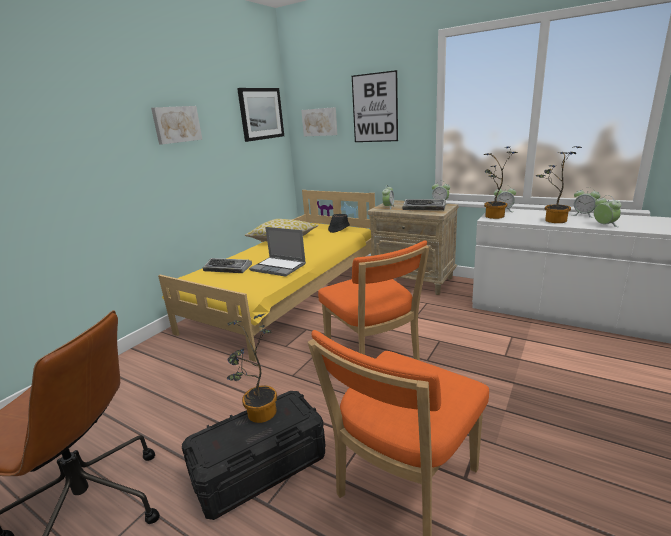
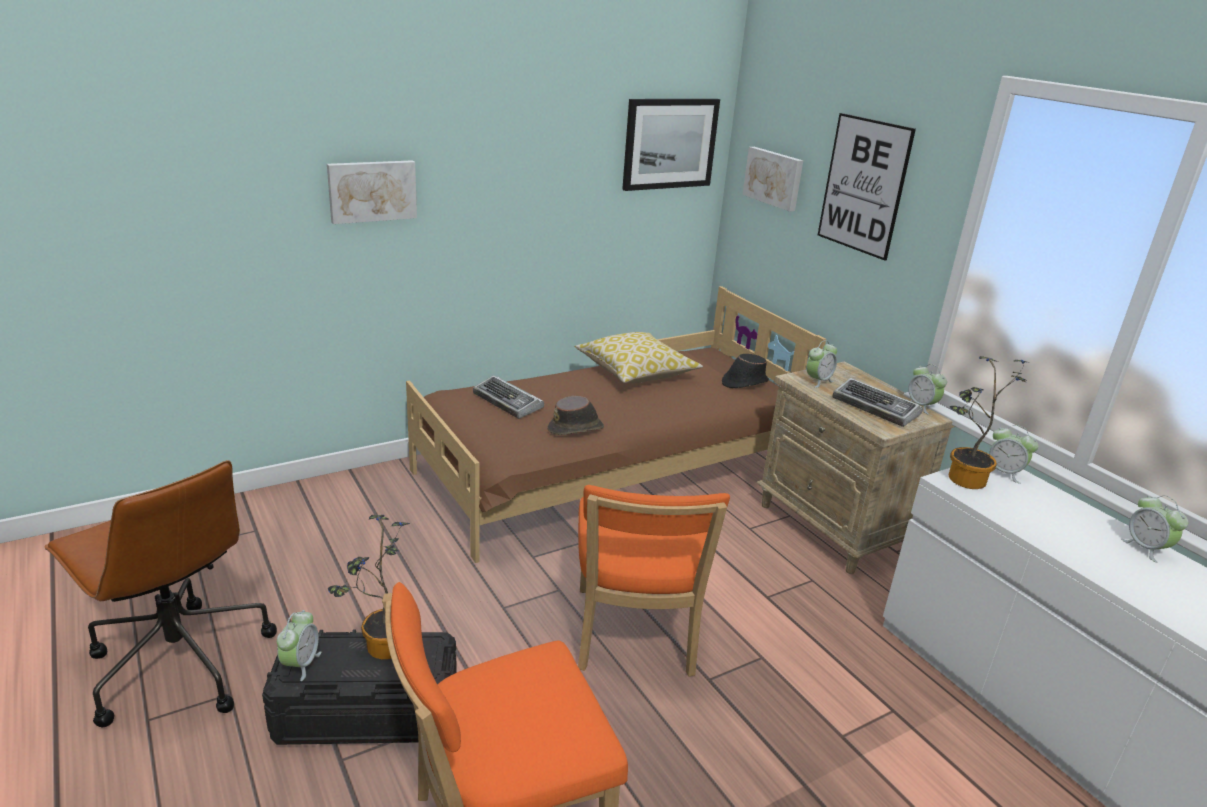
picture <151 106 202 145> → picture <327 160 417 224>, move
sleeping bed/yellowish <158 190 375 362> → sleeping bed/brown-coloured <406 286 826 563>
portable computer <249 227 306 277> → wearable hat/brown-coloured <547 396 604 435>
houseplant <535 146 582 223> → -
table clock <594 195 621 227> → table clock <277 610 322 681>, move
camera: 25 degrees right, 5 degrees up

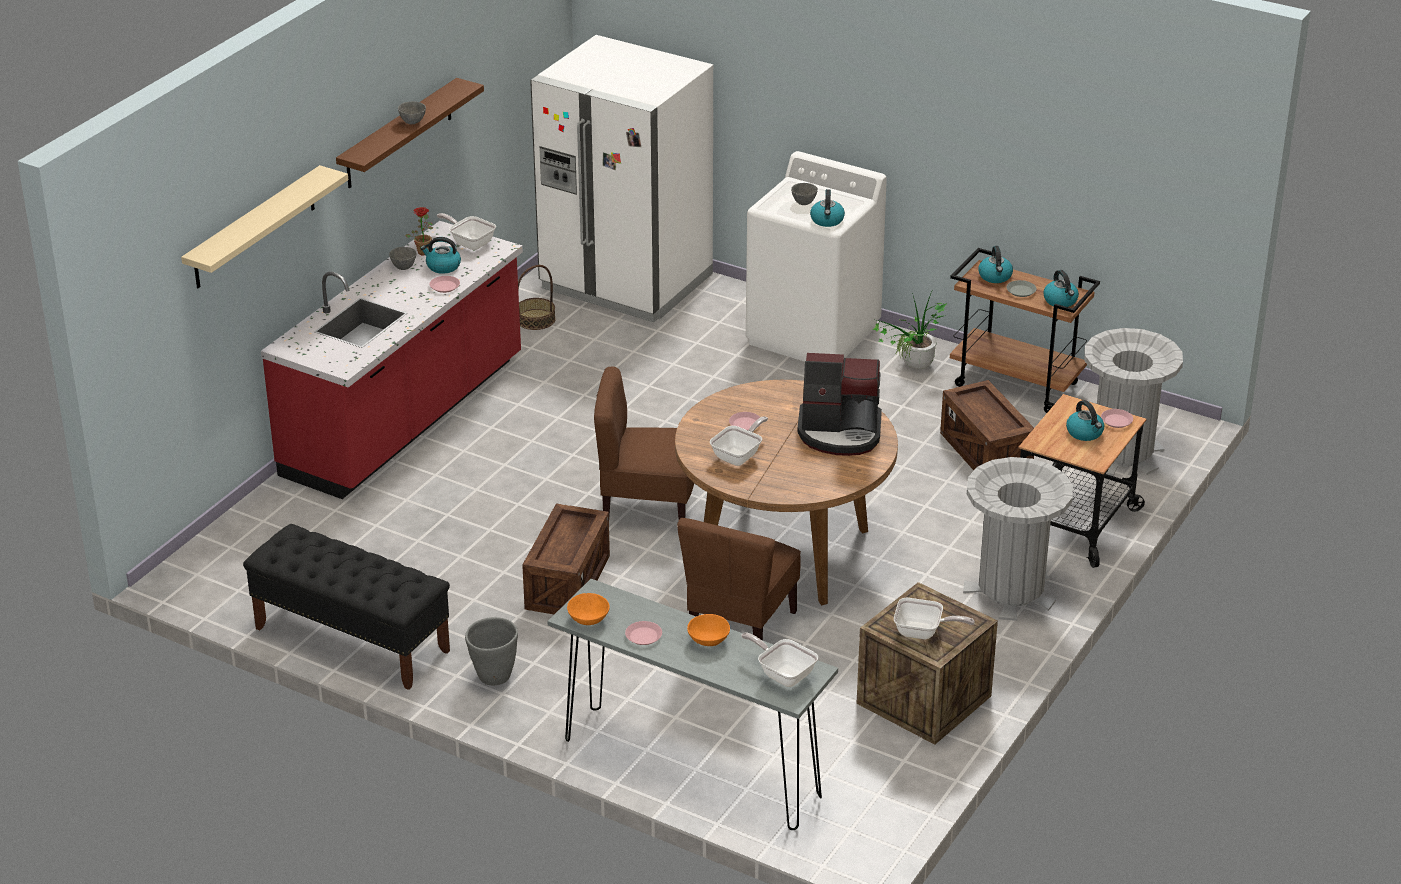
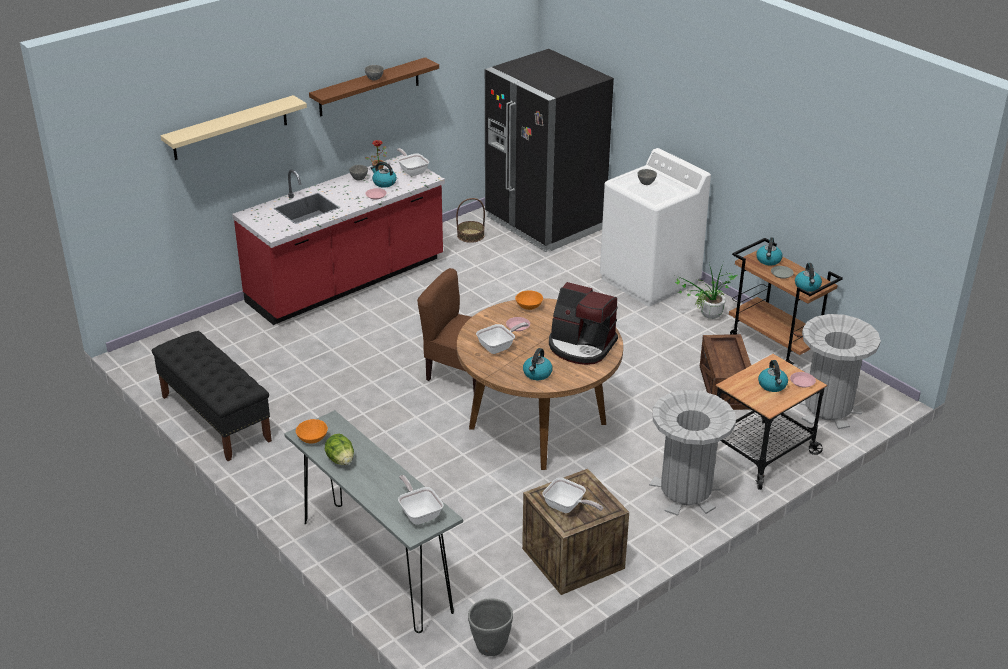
planter/greyish <465 617 518 686> → planter/greyish <468 598 513 656>, move
packing crate <522 503 610 614> → -
fridge/whitish <530 35 713 322> → fridge/black <485 49 614 252>
flat dish/pink-coloured <625 621 662 645> → lettuce <325 434 354 465>
plain chair/brown-coloured <677 518 801 640> → -
deep dish/orange <687 614 730 646> → deep dish/orange <515 291 543 310>, move
kettle <810 189 845 227> → kettle <523 348 553 380>, move
camera: 20 degrees right, 0 degrees up

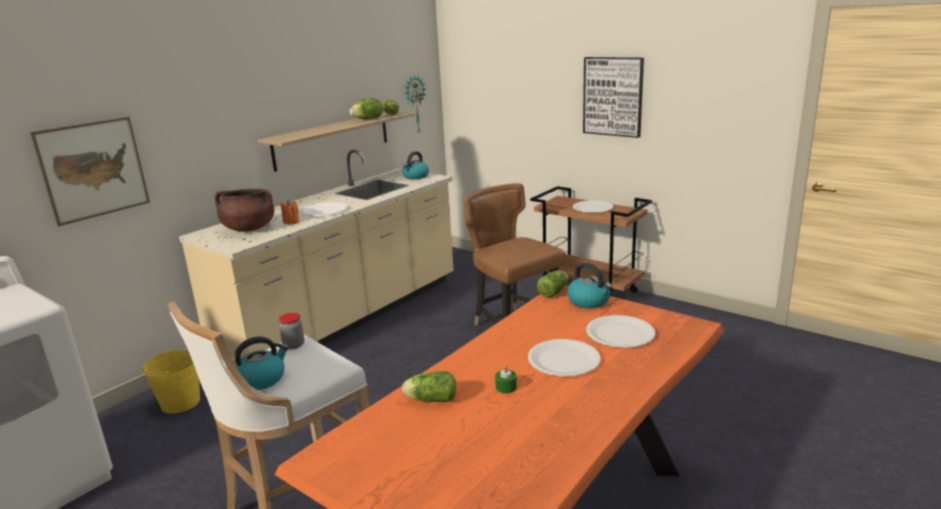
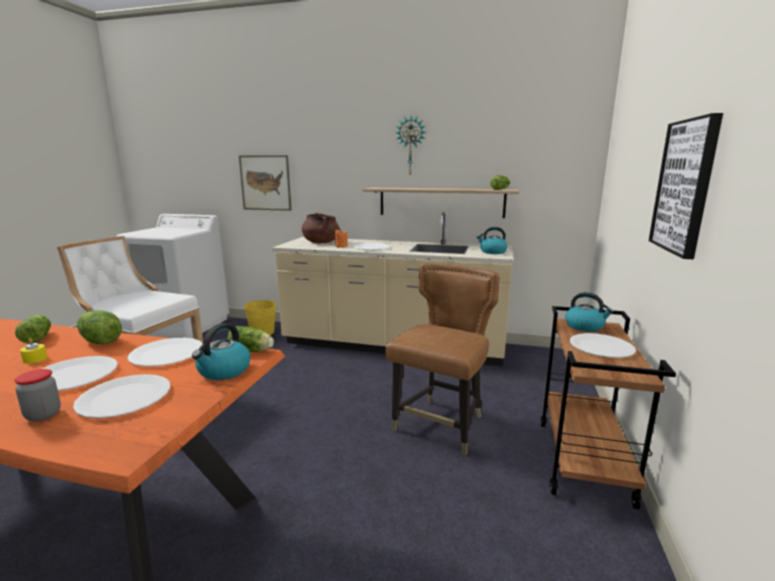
kettle <235 336 289 390> → kettle <565 292 614 332>, move
jar <279 313 304 349> → jar <15 369 61 421>, move
lettuce <349 98 383 119> → lettuce <77 310 122 344>, move
wall clock <404 74 426 133> → wall clock <396 116 426 175>, move
wax candle/greenish <495 365 517 394> → wax candle/yellowish <20 338 47 364>
- → flat dish/whitish <127 338 202 367>
camera: 65 degrees right, 5 degrees down

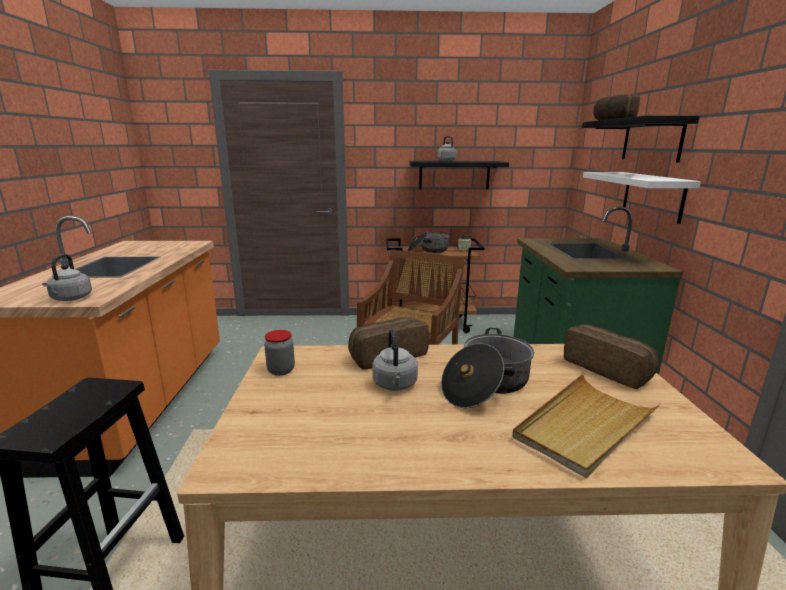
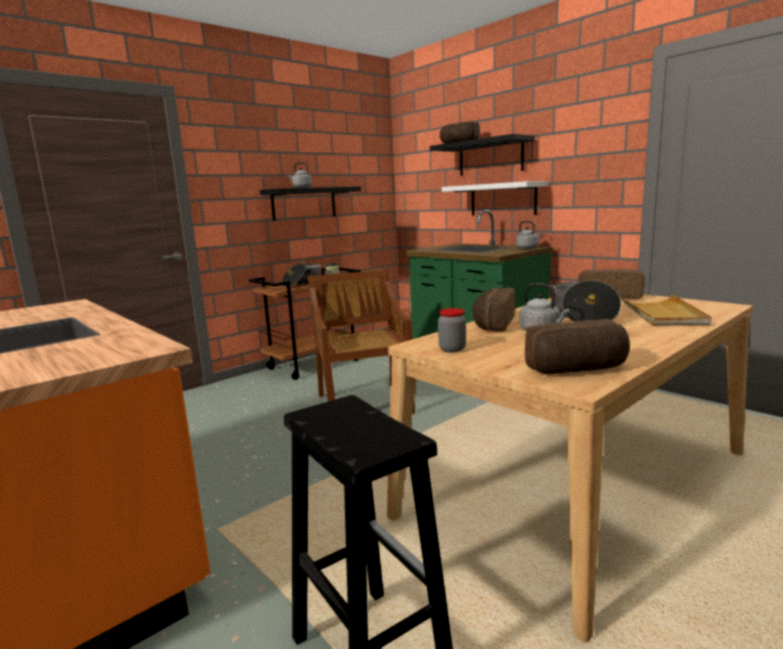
kettle/greyish <42 254 92 301> → kettle/greyish <516 221 542 249>, move
- → bakery bread <525 319 630 374>
camera: 40 degrees left, 5 degrees down

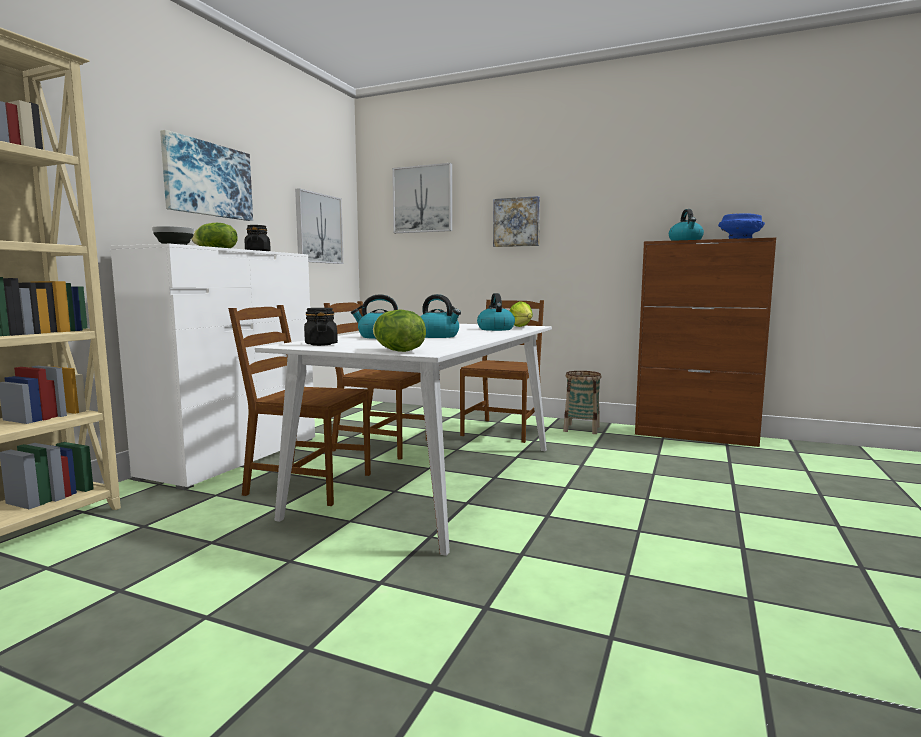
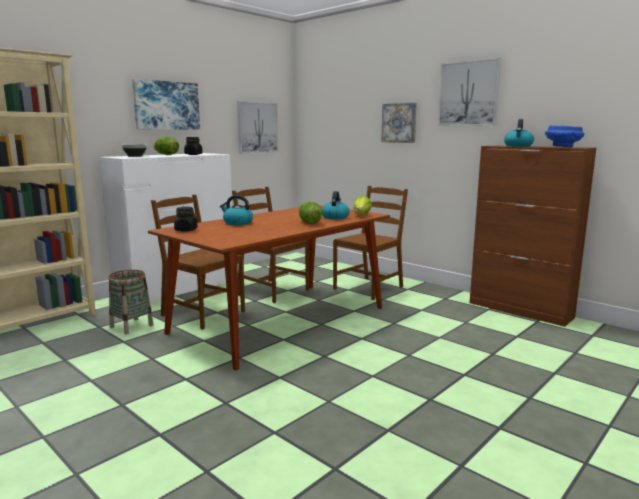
kitchen table/whitish <255 324 552 556> → kitchen table/brown-coloured <148 205 390 371>
lettuce <373 309 426 352> → lettuce <299 202 322 224>, move
picture <392 163 452 233> → picture <438 58 501 126>, move
kettle <420 294 461 338> → -
basket <563 371 602 434> → basket <109 270 153 334>, move
camera: 20 degrees right, 5 degrees up

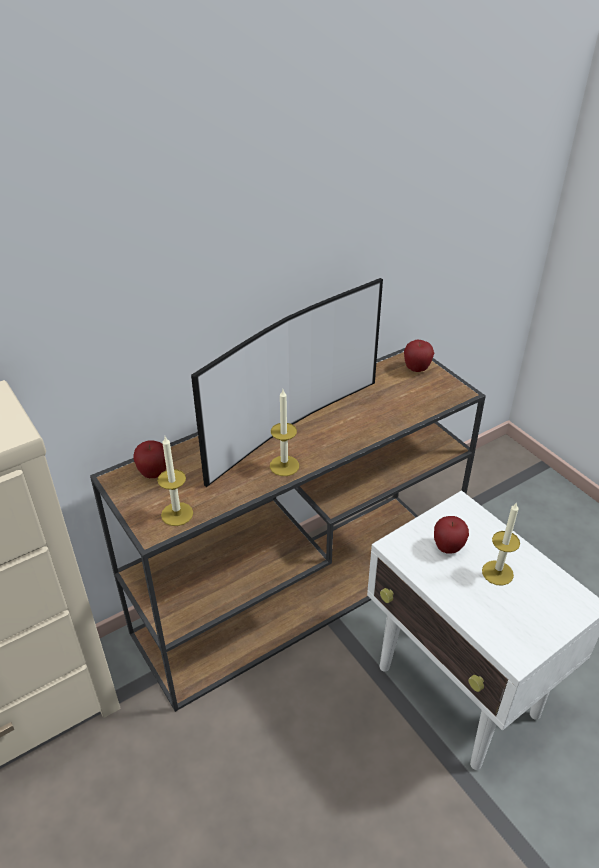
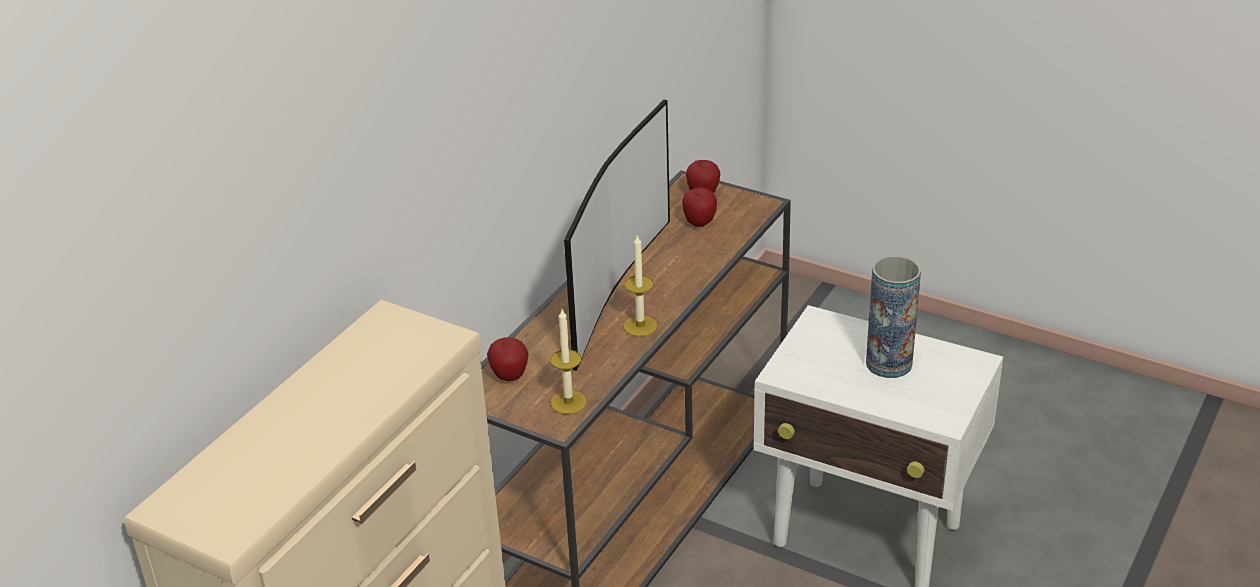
whole apple <434 516 469 553> → whole apple <682 188 717 227>, move
wax candle <482 502 520 586> → vase <866 256 921 378>
camera: 25 degrees left, 5 degrees down

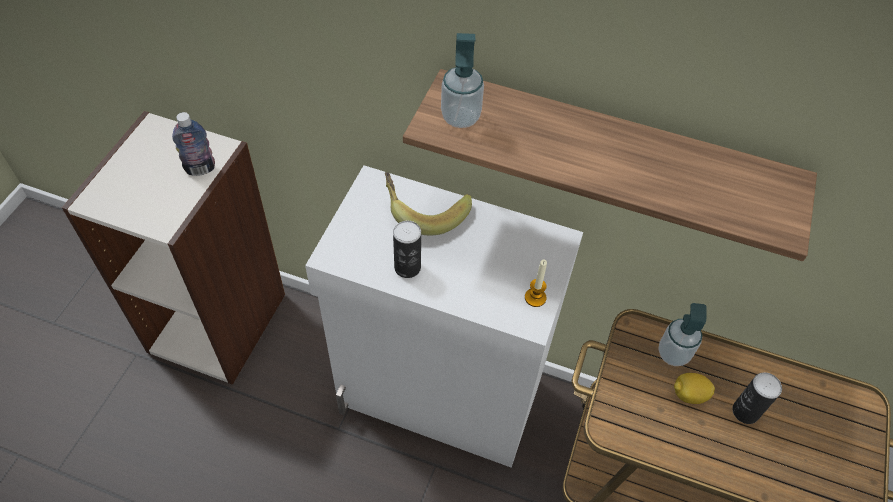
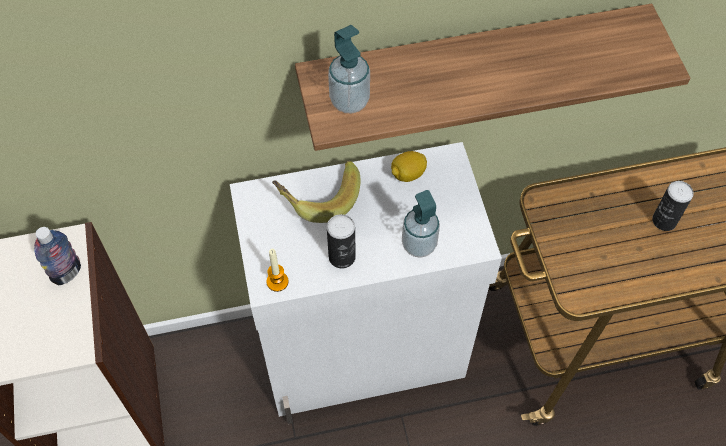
wax candle <525 260 547 307> → wax candle <266 249 289 292>, move
soap bottle <659 303 707 366> → soap bottle <402 190 440 258>, move
lemon <674 373 715 404> → lemon <391 151 427 182>, move
camera: 30 degrees left, 5 degrees up

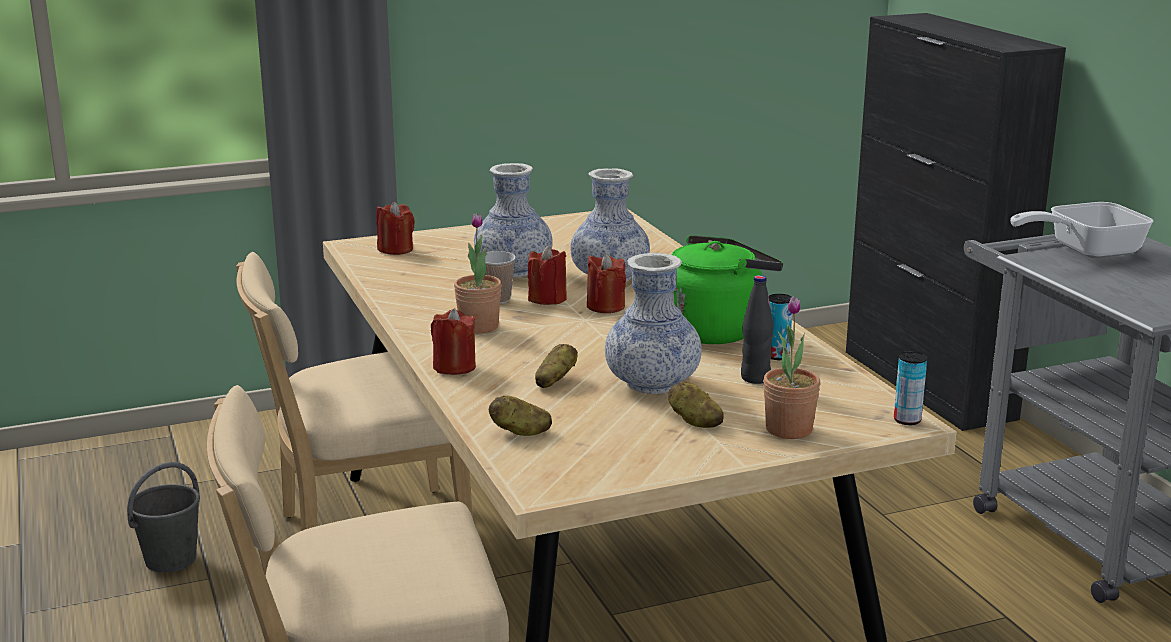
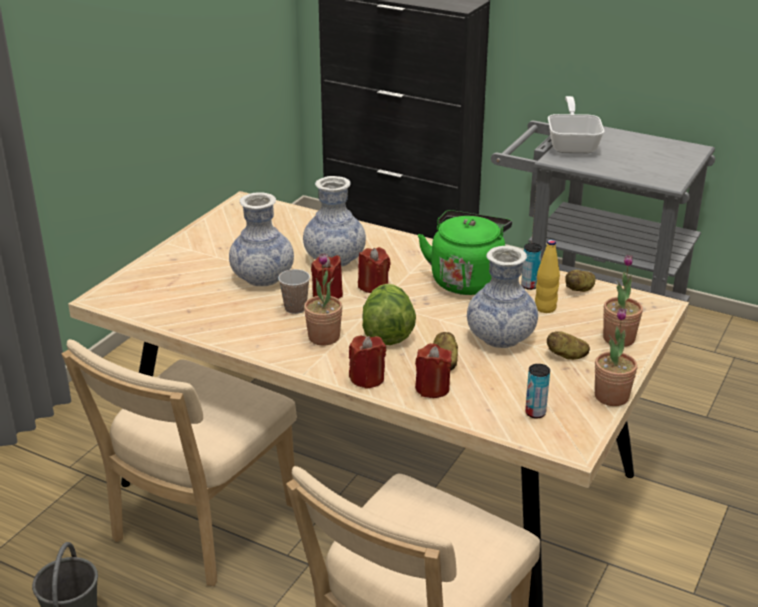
wax candle/red <376 202 415 255> → wax candle/red <415 343 452 398>, move
whole potato <489 396 552 436> → whole potato <565 270 596 292>, move
drink bottle/black <741 275 774 384> → drink bottle/yellowish <535 239 560 313>
sealed can <894 351 927 425> → sealed can <525 364 550 418>, move
frying pan <1010 202 1154 258> → frying pan <548 96 604 153>, 150 degrees clockwise
- → lettuce <362 284 416 345>
- → houseplant <595 308 637 406>
camera: 40 degrees left, 10 degrees up

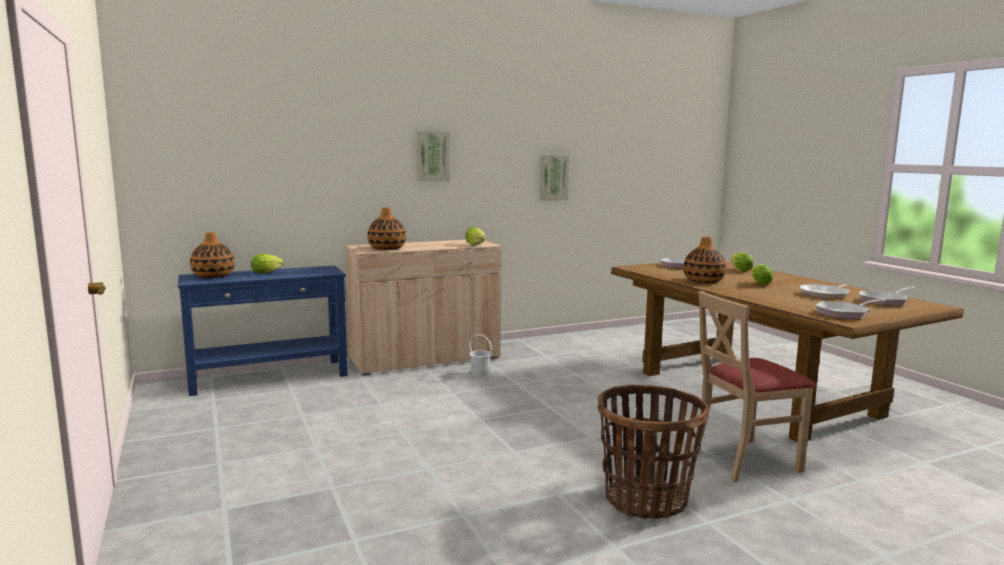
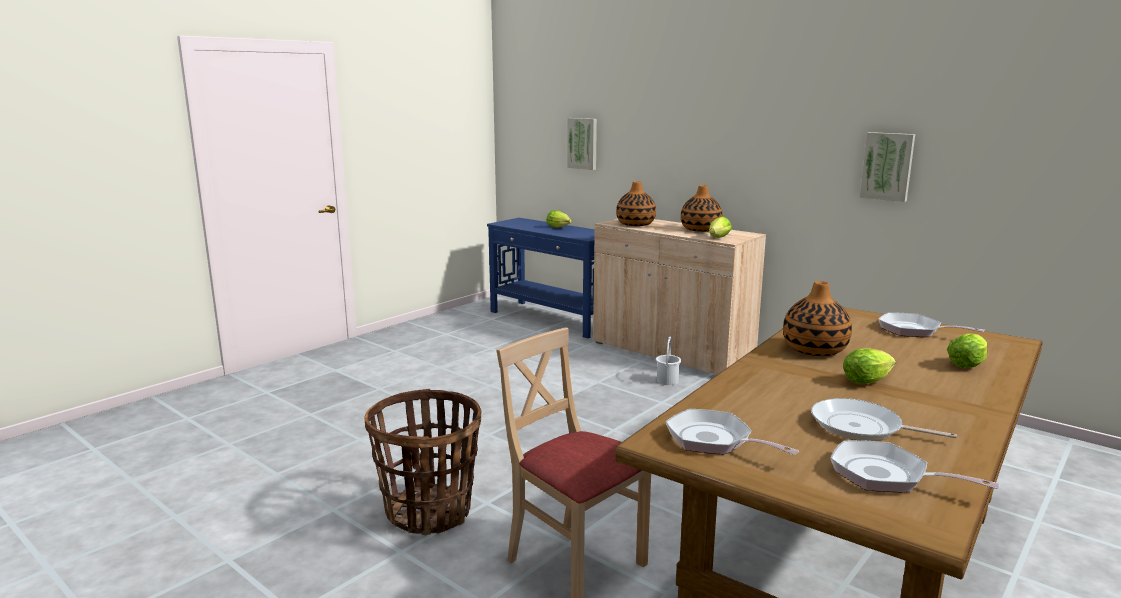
vase <190 232 235 278> → vase <681 185 723 232>, move
picture <417 131 450 182> → picture <567 118 597 170>, move
camera: 65 degrees right, 5 degrees up

